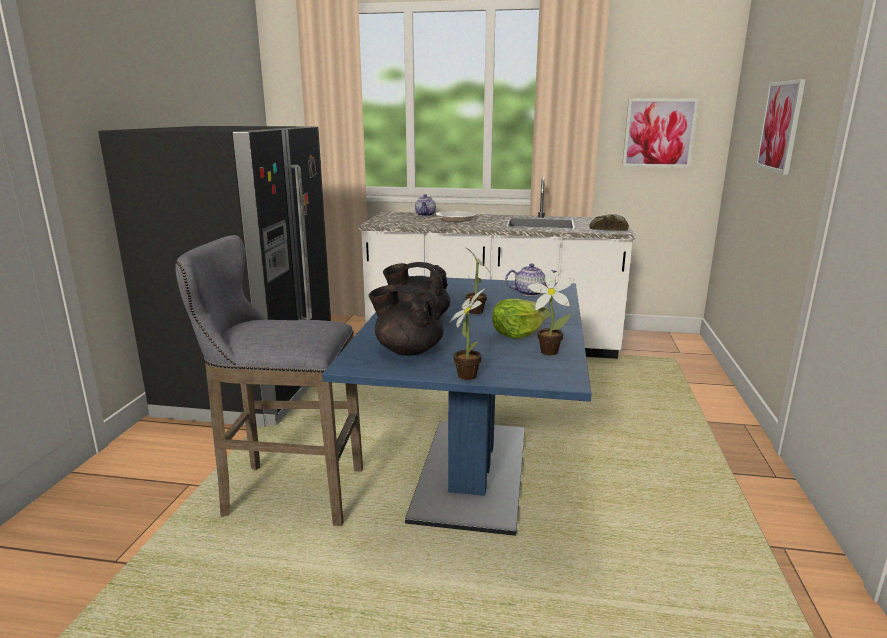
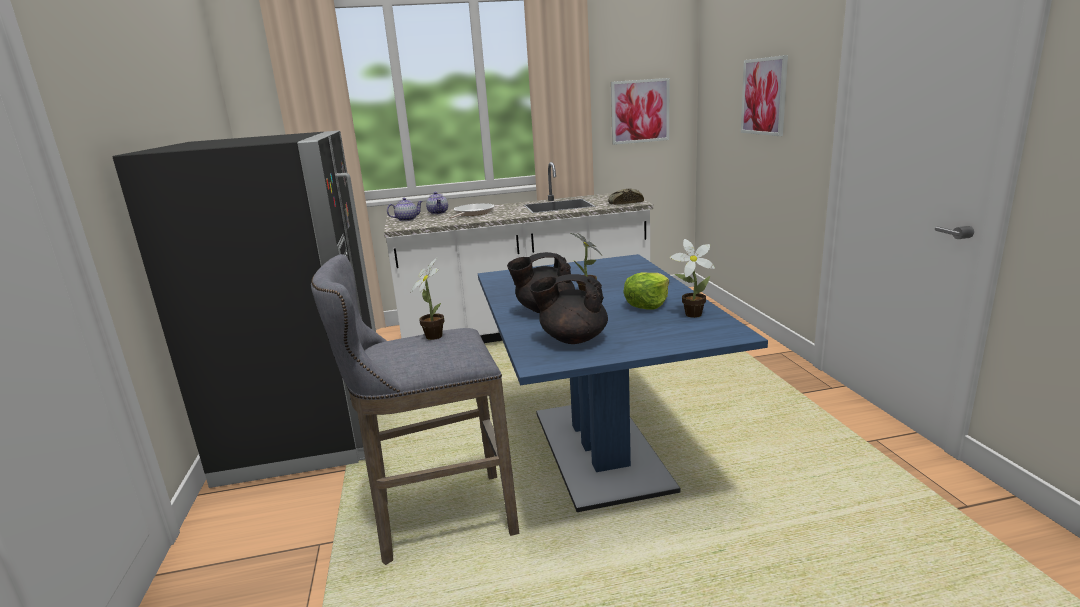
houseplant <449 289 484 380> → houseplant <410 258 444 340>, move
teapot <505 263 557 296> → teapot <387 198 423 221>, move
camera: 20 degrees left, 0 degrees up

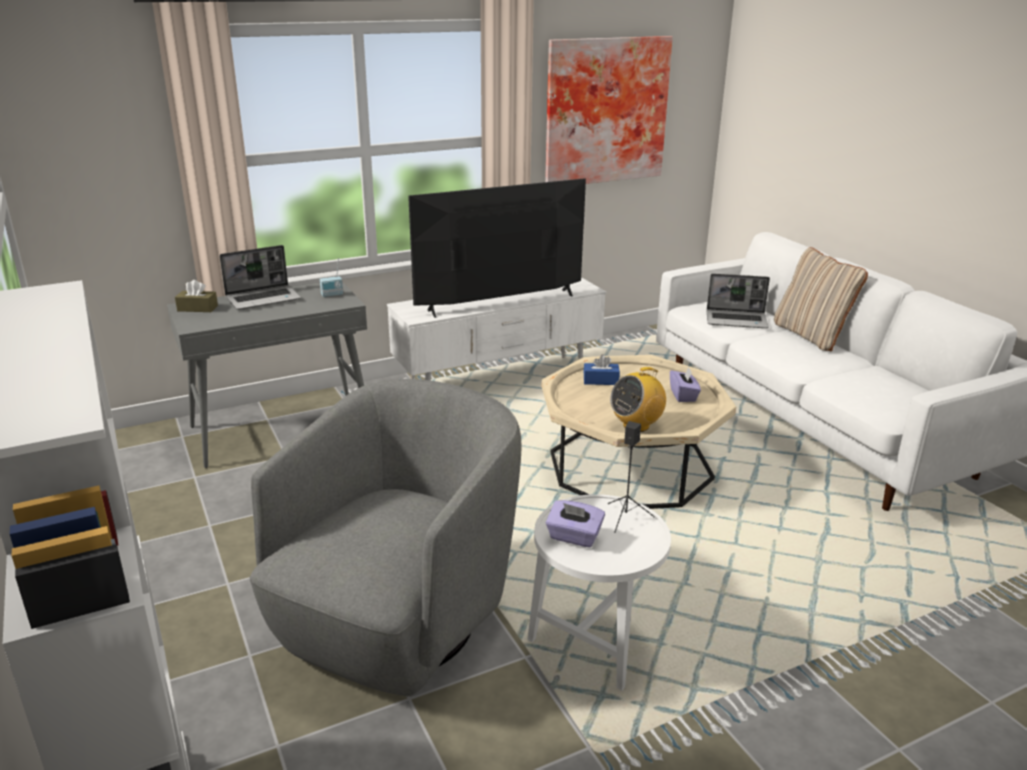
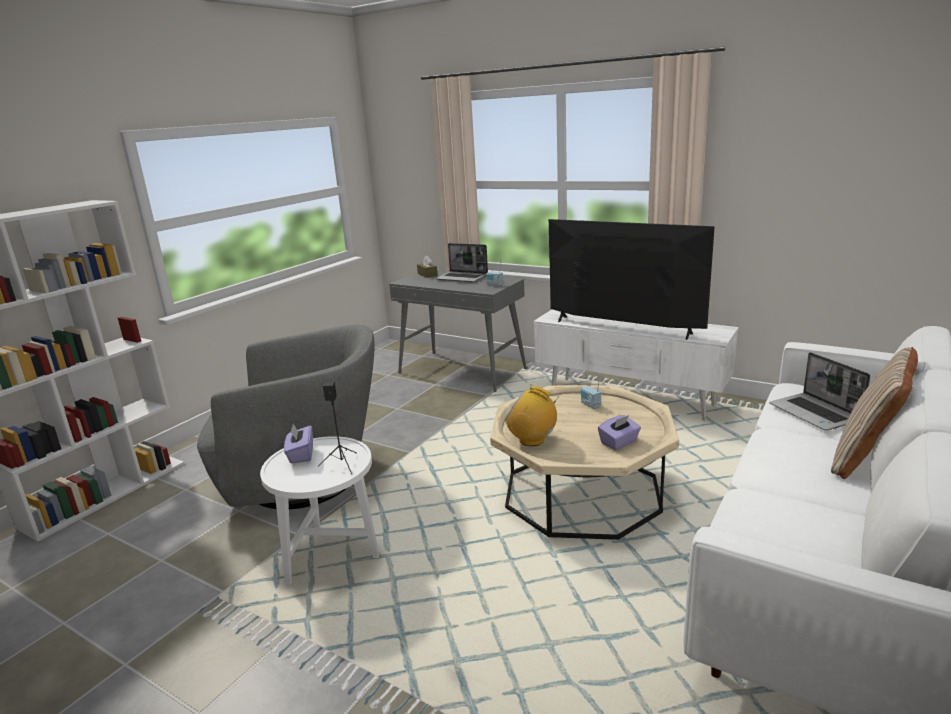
picture <545 36 673 184> → -
tissue holder/blue-coloured <583 354 620 385> → radio set <581 375 601 409>
camera: 60 degrees right, 5 degrees down

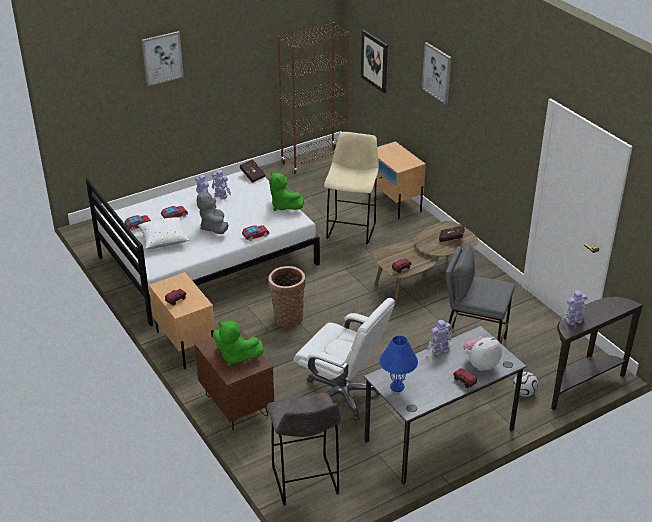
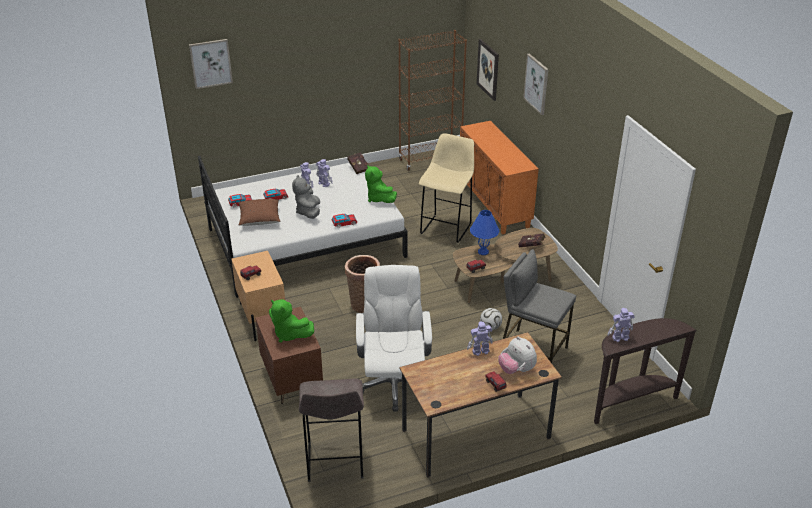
pillow/whitish <138 217 189 249> → pillow/brown-coloured <239 199 280 226>
picture <142 31 184 86> → picture <189 39 233 89>, move
computer chair/whitish <293 298 395 421> → computer chair/whitish <356 265 432 412>, 135 degrees counterclockwise
desk table/greyish <364 326 526 485> → desk table/brown-coloured <399 332 562 477>
bedside table/sand-coloured <374 141 426 219> → storage cabinet/orange <460 121 539 235>
tabletop lamp/blue-coloured <379 335 418 392> → tabletop lamp/blue-coloured <470 210 499 255>, move
cuddly toy <463 337 502 371> → cuddly toy <498 336 537 374>, 105 degrees counterclockwise
ball for football <513 372 538 397> → ball for football <480 308 502 330>, move
camera: 10 degrees right, 0 degrees up

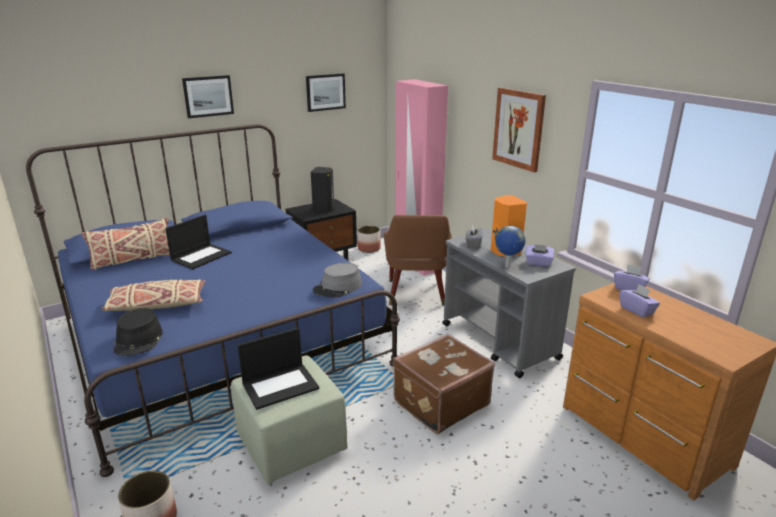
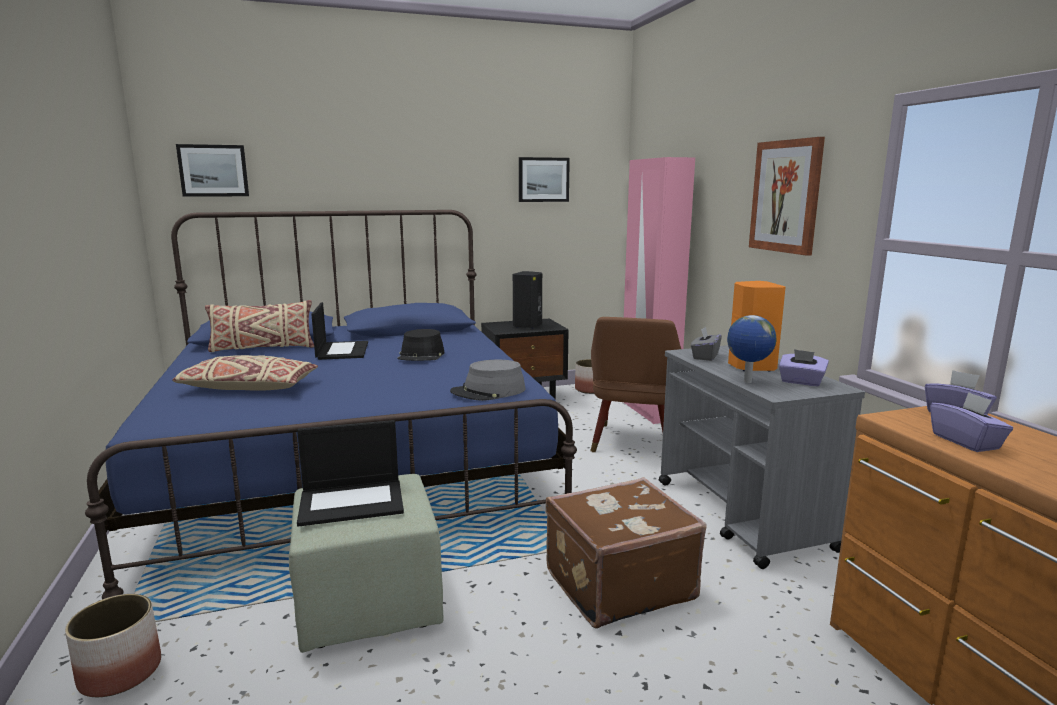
wearable hat/black <113 308 163 356> → wearable hat/black <397 329 444 361>, move
portable computer <165 215 232 269> → portable computer <311 302 368 360>, 60 degrees counterclockwise
picture <182 75 234 118> → picture <176 144 249 197>, move
camera: 15 degrees right, 10 degrees down

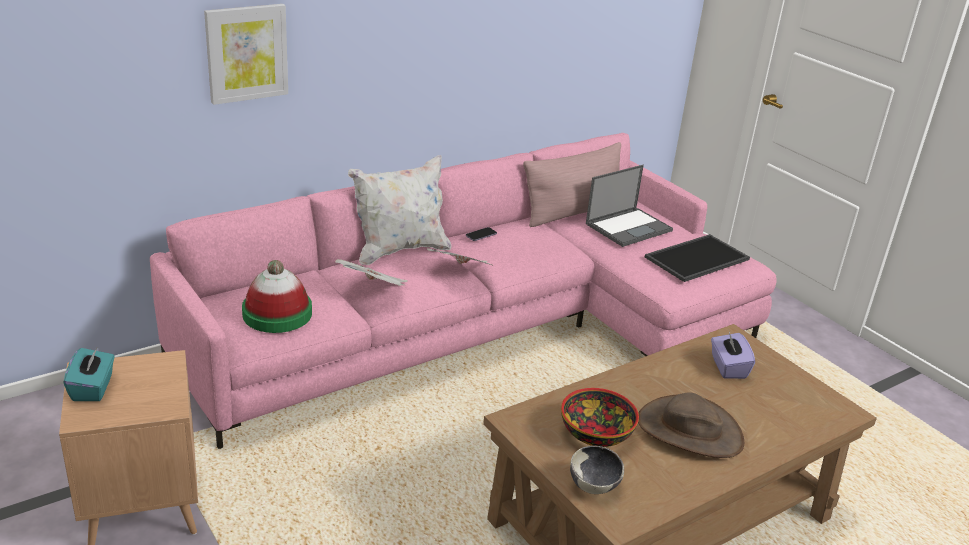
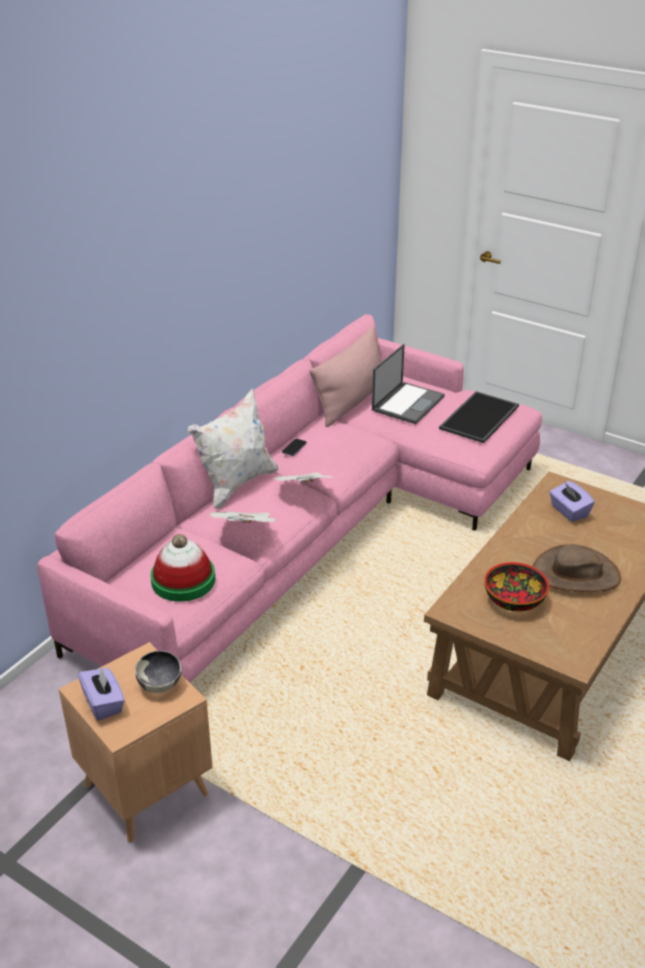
tissue holder/turquoise-coloured <63 346 115 401> → tissue holder/purple-coloured <78 667 125 721>
picture <204 4 288 105> → -
deep dish <570 446 624 494> → deep dish <135 650 182 693>, move
camera: 20 degrees left, 5 degrees up

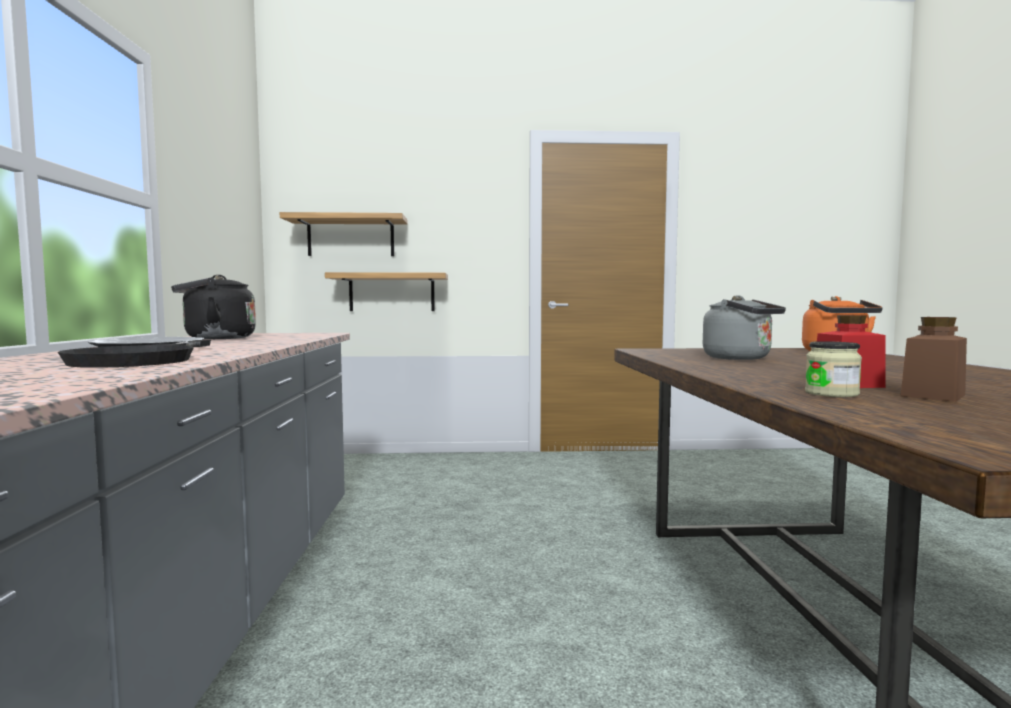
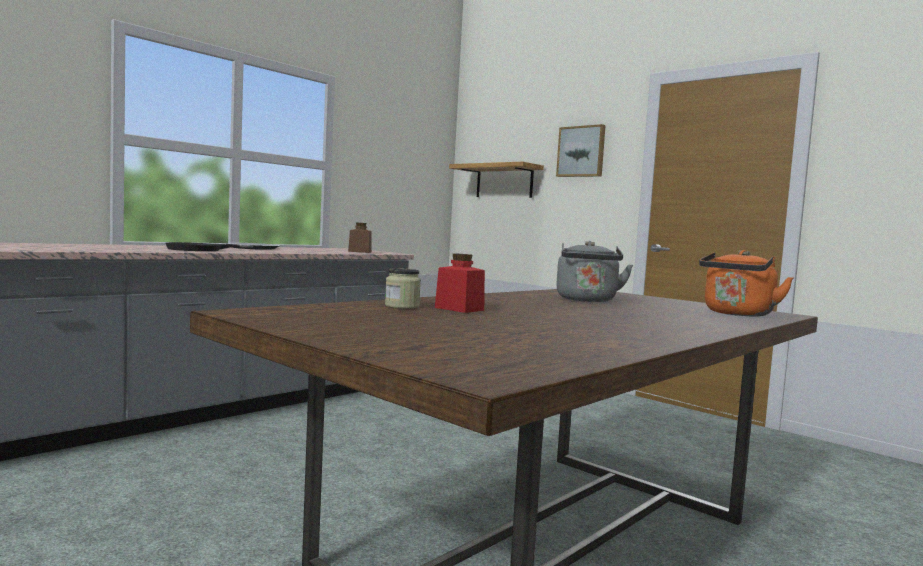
kettle/black <171 275 256 339> → -
shelf <325 272 448 311> → -
jar/brown-coloured <901 317 967 402> → jar/brown-coloured <348 223 372 253>, move
- → picture <556 124 606 177>
camera: 45 degrees right, 0 degrees up

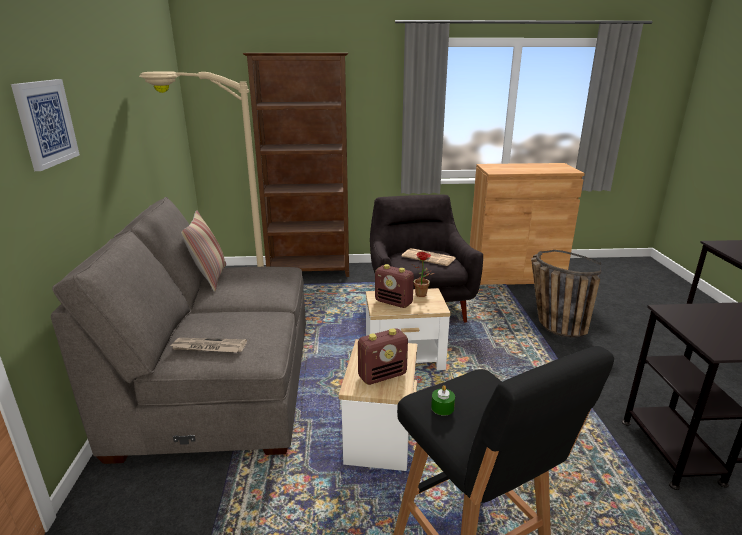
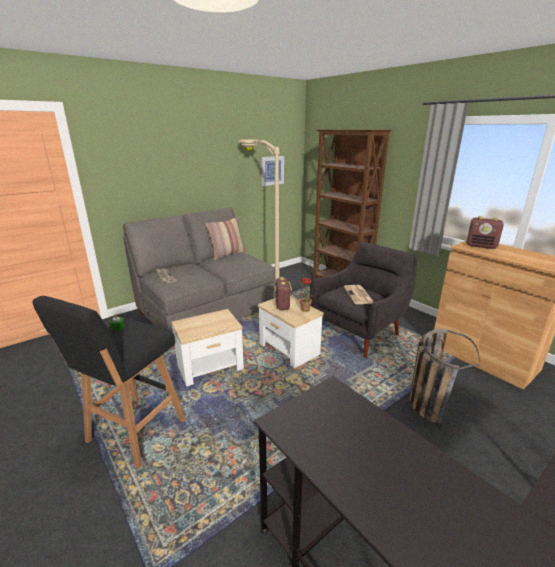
picture <11 79 80 171> → picture <261 156 284 186>, move
radio set <358 328 408 385> → radio set <466 216 504 249>, move
camera: 55 degrees right, 0 degrees up

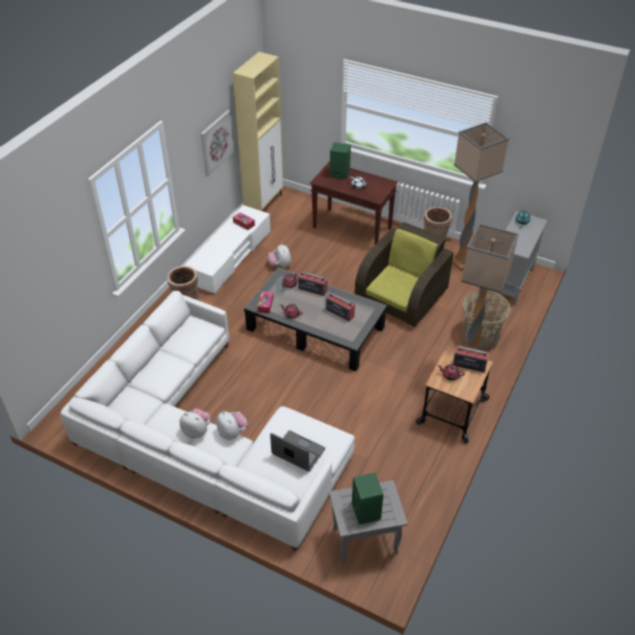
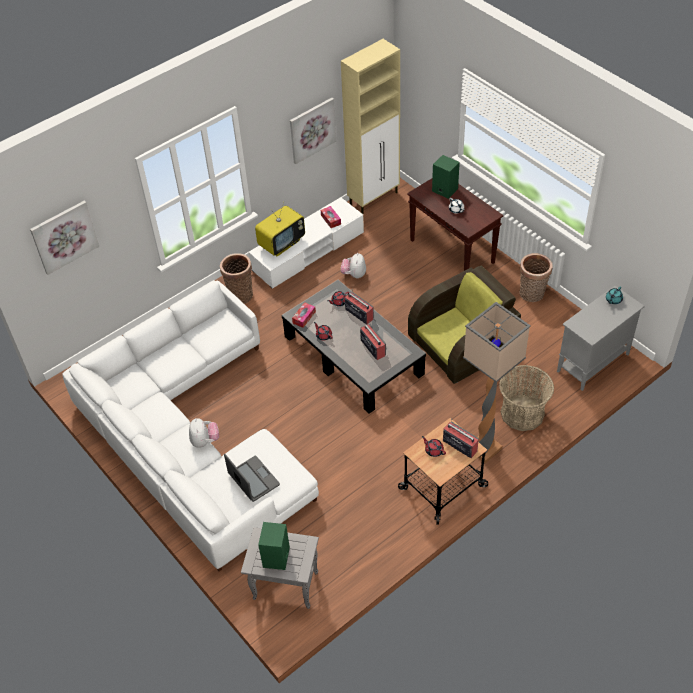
cuddly toy <180 409 211 438> → -
floor lamp <452 122 509 271> → -
- → picture <30 201 99 275>
- → TV <255 201 305 256>
camera: 25 degrees right, 5 degrees up

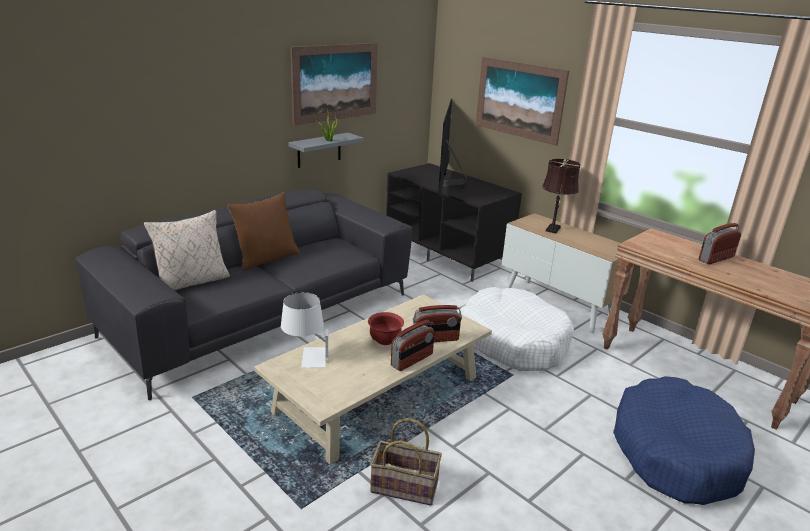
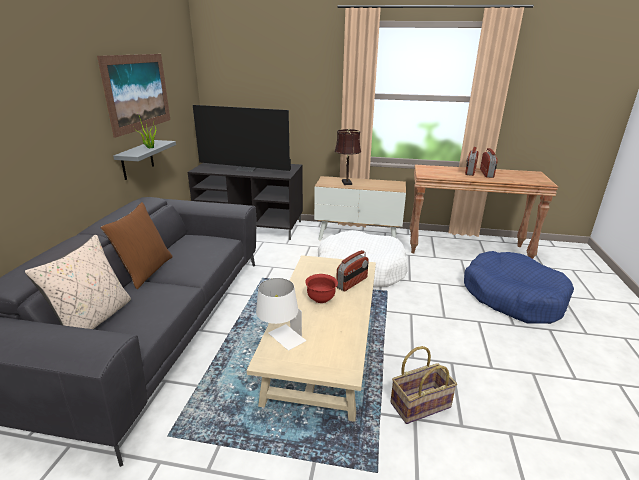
radio set <391 320 435 371> → radio set <480 148 498 178>, move
TV <438 98 467 197> → TV <193 105 291 172>, 45 degrees counterclockwise
picture <476 57 569 146> → -
camera: 35 degrees left, 0 degrees up

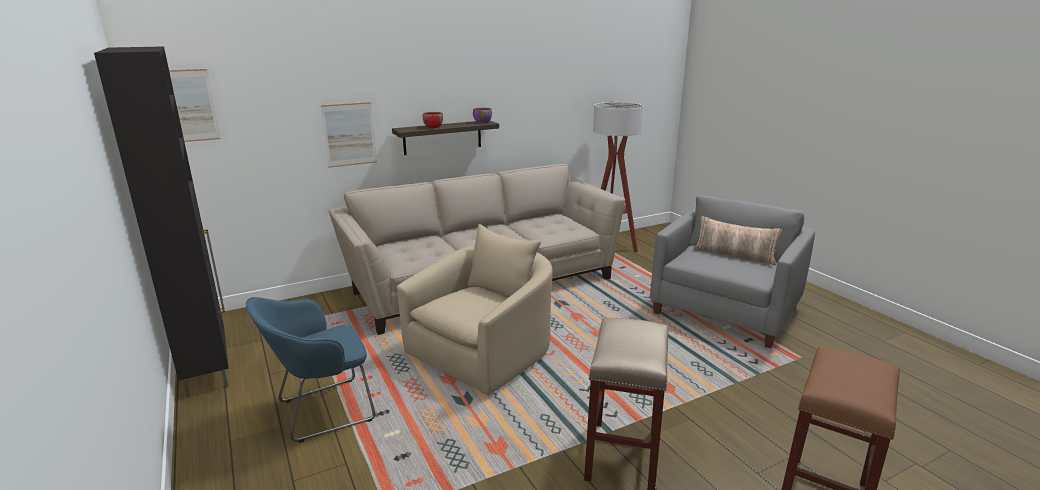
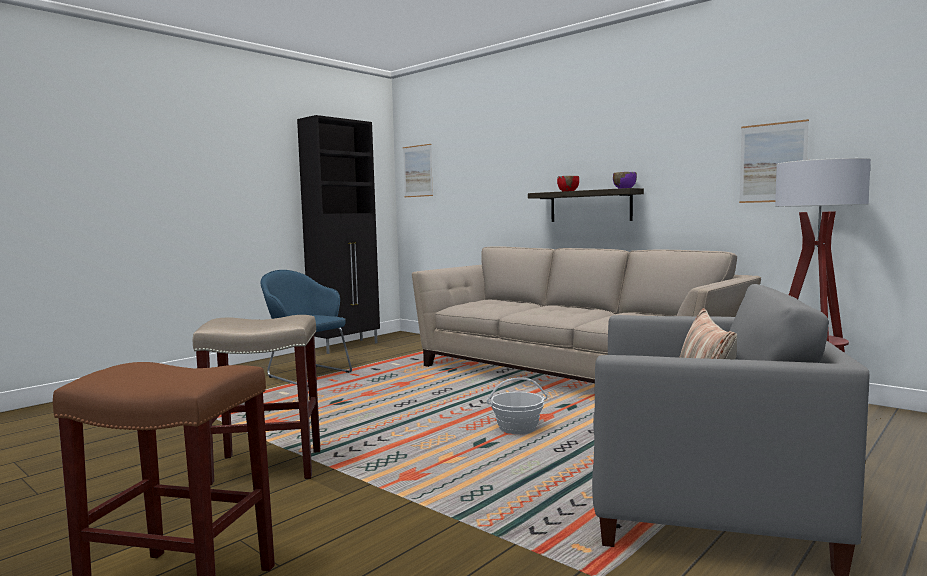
picture <321 102 377 168> → picture <739 119 809 203>, move
lounge chair/sand-coloured <397 224 553 395> → -
- → basket <487 377 547 434>
camera: 70 degrees right, 15 degrees down

